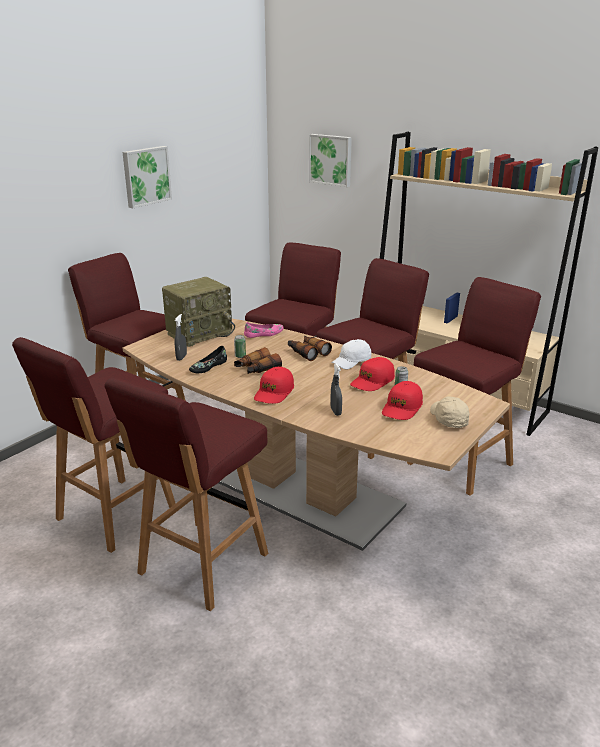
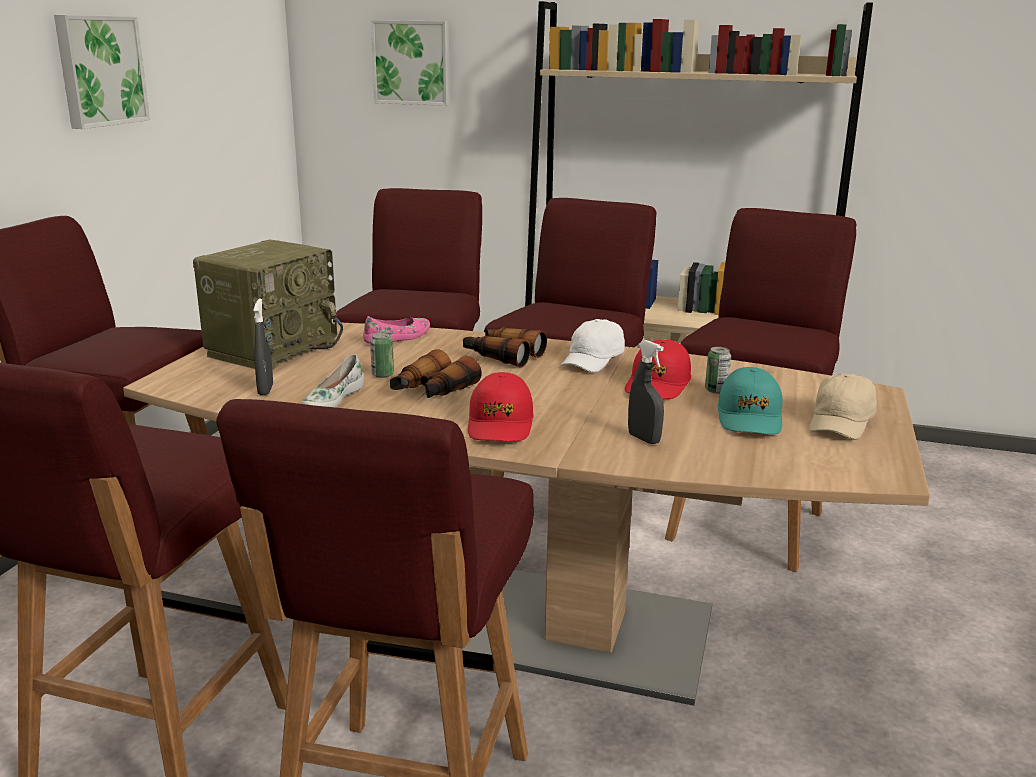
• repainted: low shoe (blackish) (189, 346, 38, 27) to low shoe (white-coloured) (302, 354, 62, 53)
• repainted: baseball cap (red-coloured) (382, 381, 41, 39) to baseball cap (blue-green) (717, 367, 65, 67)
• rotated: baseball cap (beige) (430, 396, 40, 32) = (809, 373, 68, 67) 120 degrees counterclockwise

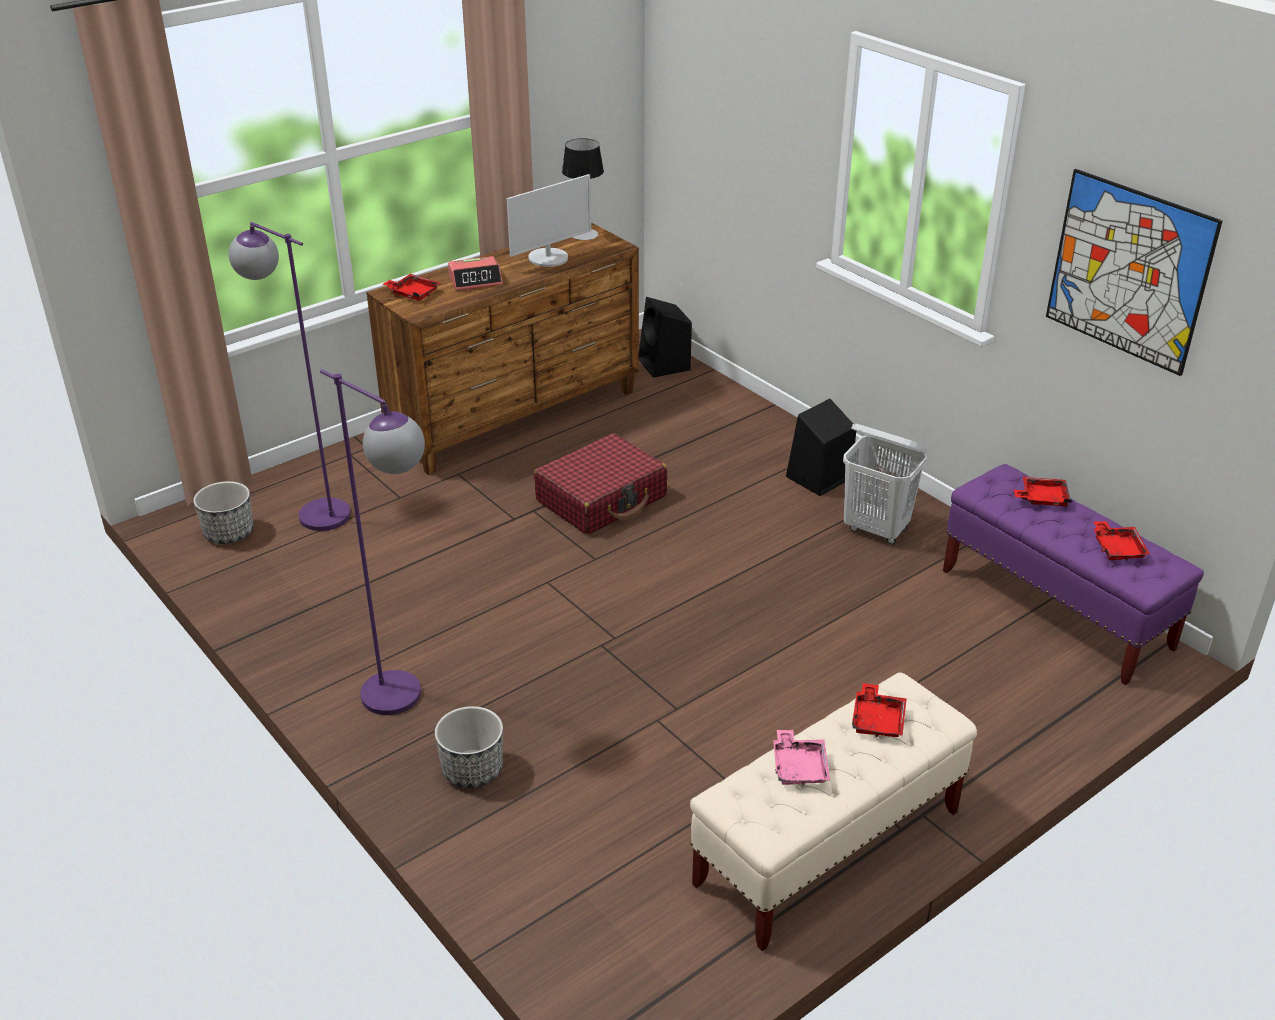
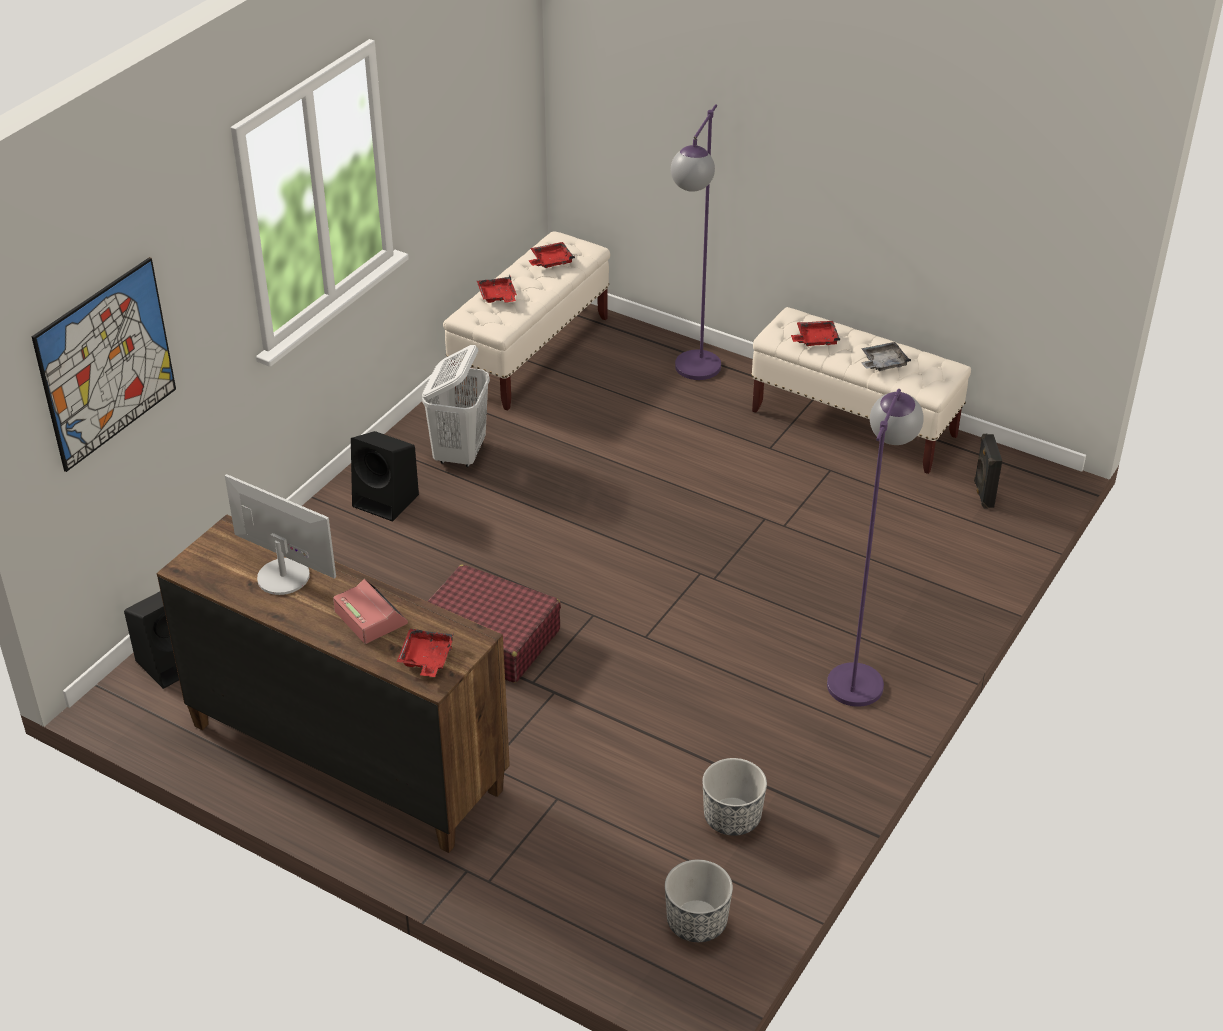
• shifted: wall art (1046, 169, 177, 207) to (32, 257, 144, 215)
• repainted: long seat (purple-coloured) (943, 464, 261, 221) to long seat (beige) (443, 231, 167, 180)
• shifted: standard lamp (purple-coloured) (229, 222, 122, 309) to (671, 104, 50, 276)
• shifted: flower pot (435, 706, 68, 82) to (702, 758, 65, 78)
• repainted: carrying tray (pink) (773, 730, 57, 56) to carrying tray (gray) (861, 342, 50, 29)
• new: speaker (blackish) (974, 434, 28, 75)
• gone: table lamp (562, 138, 42, 102)

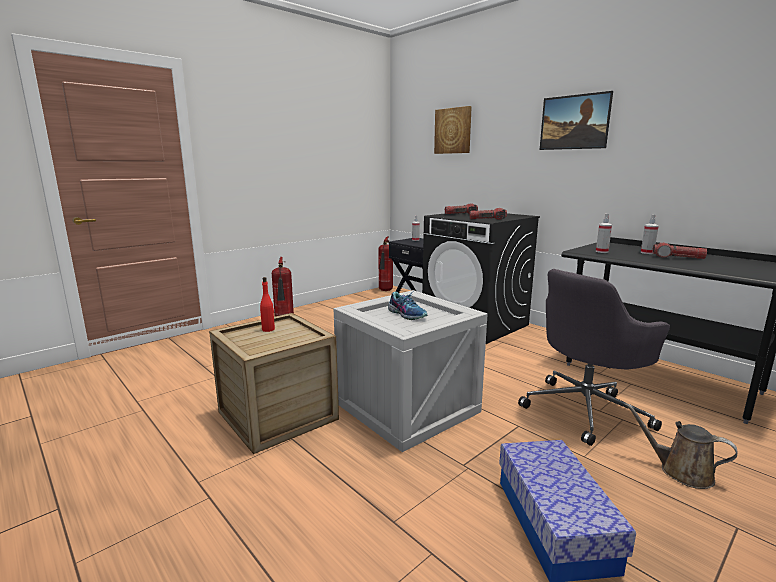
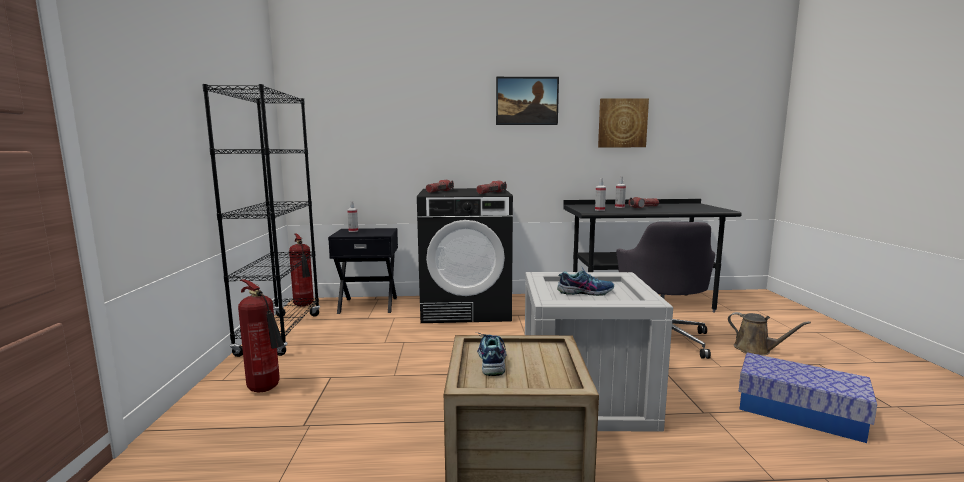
• new: bookcase (blackish) (202, 84, 118, 273)
• swapped: beverage bottle (red-coloured) (260, 277, 15, 55) to low shoe (476, 332, 30, 44)
• shifted: wall art (434, 106, 38, 48) to (598, 98, 51, 50)
• rotated: watering pot (brownish) (624, 403, 113, 86) = (728, 312, 83, 44) 120 degrees counterclockwise

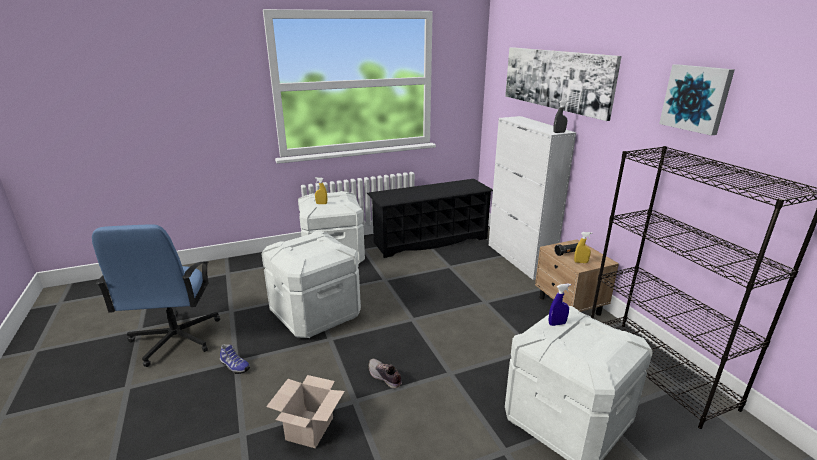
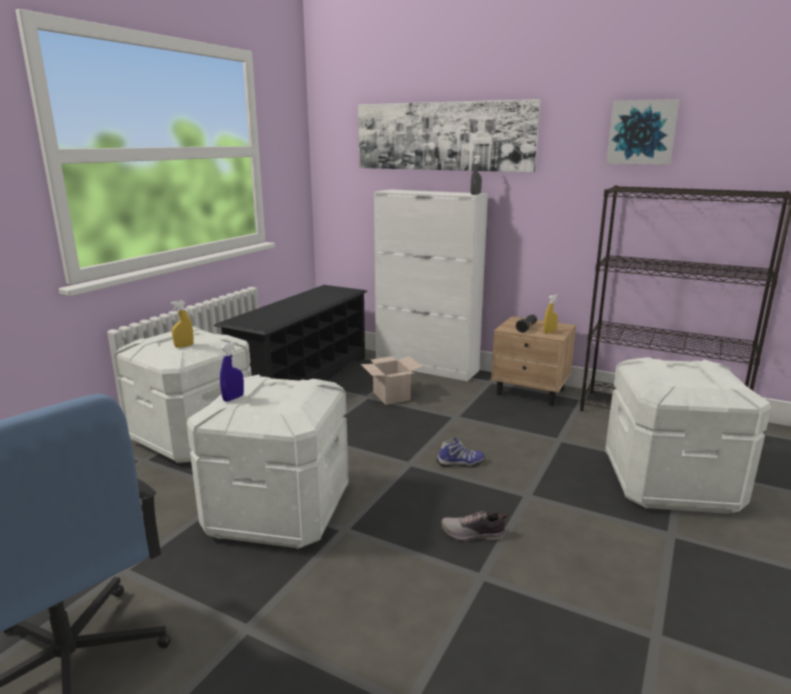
• shifted: spray bottle (blue) (549, 284, 22, 42) to (220, 341, 24, 61)
• shifted: cardboard box (266, 375, 79, 74) to (361, 356, 61, 49)
• shifted: low shoe (220, 345, 30, 29) to (437, 437, 48, 30)

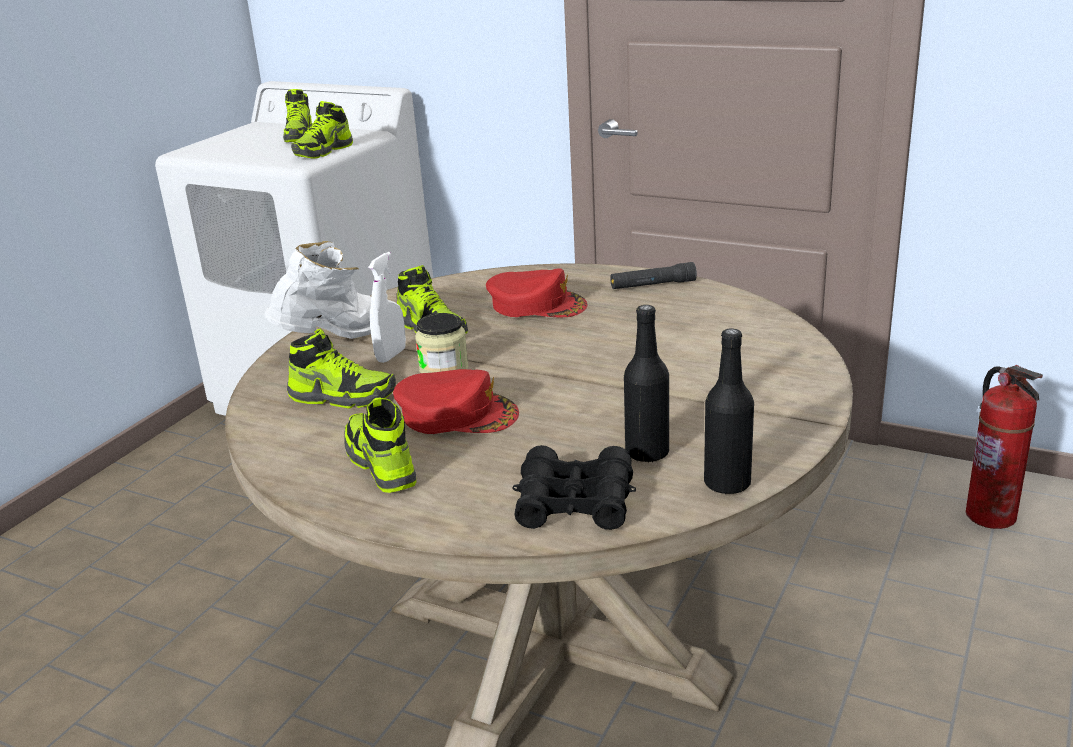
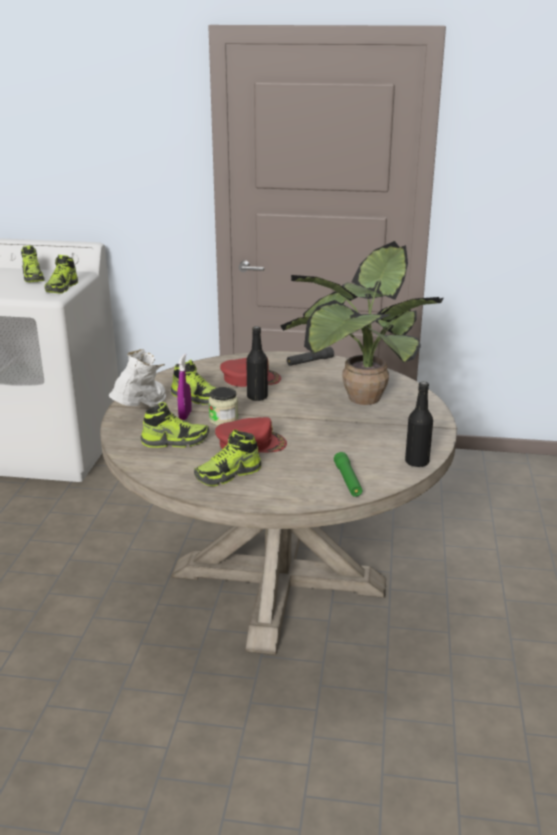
• repainted: spray bottle (white-coloured) (368, 252, 38, 111) to spray bottle (purple-coloured) (177, 353, 15, 67)
• rotated: low shoe (344, 397, 73, 96) = (194, 430, 67, 56) 75 degrees counterclockwise
• shifted: beverage bottle (blackish) (624, 305, 45, 158) to (246, 326, 22, 75)
• new: houseplant (280, 241, 163, 164)
• swapped: pair of binoculars (blackish) (512, 445, 124, 85) to torch (greenish) (334, 452, 28, 45)
• gone: fire-fighting cylinder (966, 365, 77, 164)

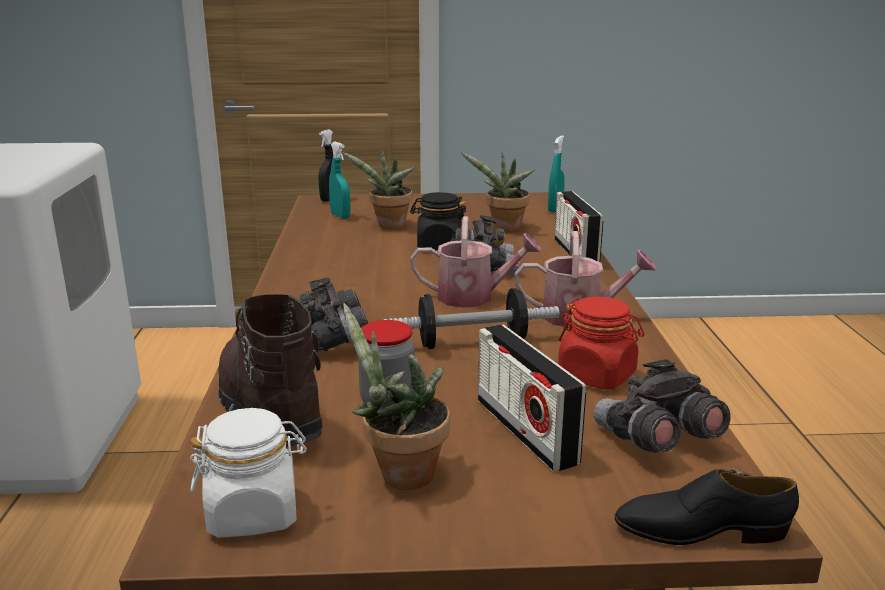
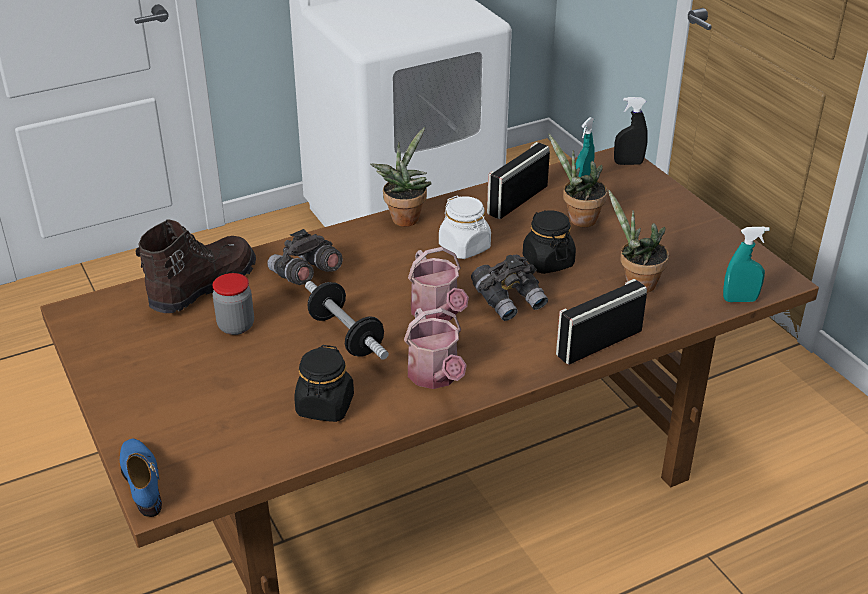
• repainted: low shoe (blackish) (615, 468, 184, 77) to low shoe (blue) (120, 439, 42, 78)
• repainted: jar (red-coloured) (558, 297, 86, 92) to jar (blackish) (294, 345, 60, 77)
• shifted: houseplant (343, 303, 107, 187) to (370, 127, 61, 100)
• shifted: jar (white-coloured) (190, 408, 117, 130) to (439, 196, 52, 63)
• shifted: radio (478, 324, 108, 148) to (487, 142, 63, 77)
• gone: pair of binoculars (gray) (594, 359, 136, 93)

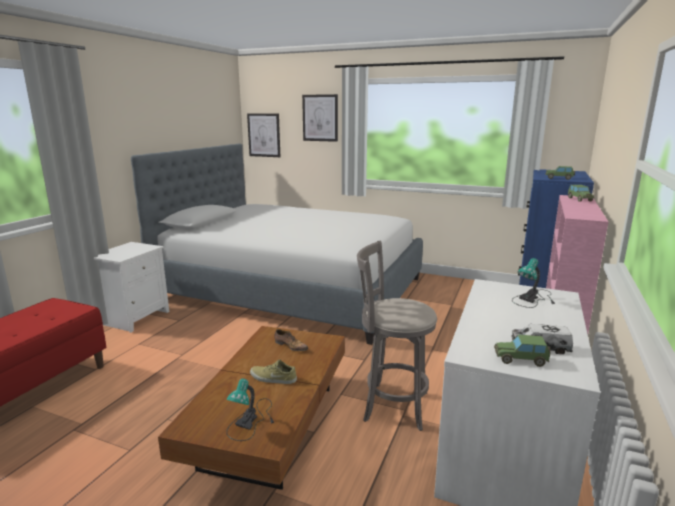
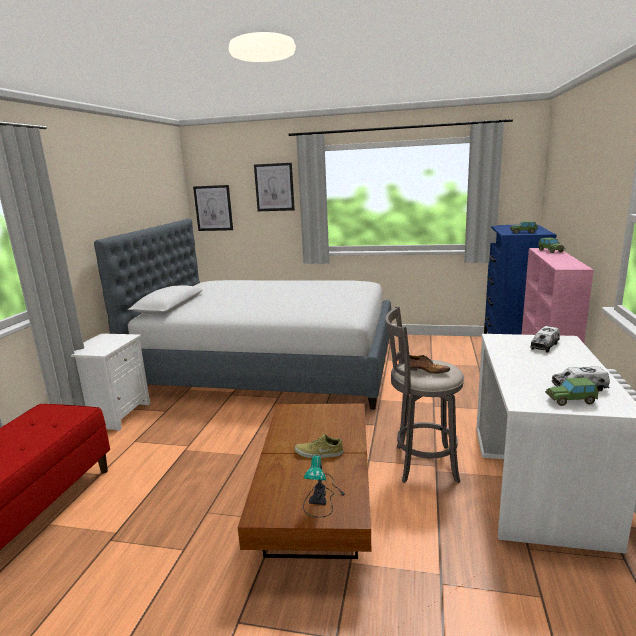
• shifted: low shoe (274, 329, 34, 22) to (409, 355, 41, 19)
• swapped: table lamp (512, 258, 42, 50) to model truck (530, 326, 30, 27)

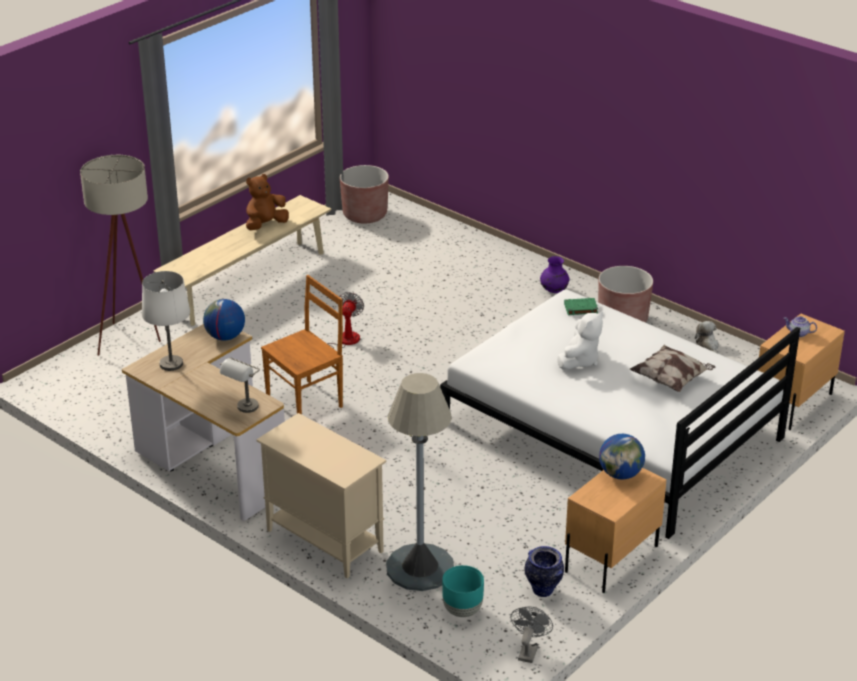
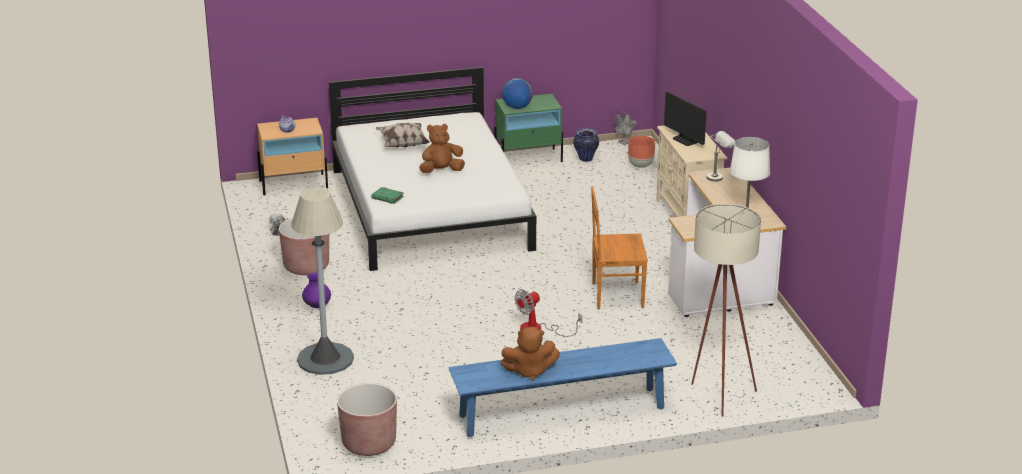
• shifted: standard lamp (gray) (386, 373, 68, 218) to (291, 188, 63, 187)
• repainted: plush toy (white-coloured) (557, 311, 46, 59) to plush toy (brownish) (419, 124, 46, 49)
• repainted: long seat (beige) (153, 195, 178, 131) to long seat (blue) (448, 338, 229, 99)
• repainted: night table (beige) (565, 468, 102, 125) to night table (greenish) (494, 94, 69, 68)
• repainted: flower pot (blue-green) (442, 565, 42, 52) to flower pot (brownish) (628, 136, 27, 32)
• new: monitor (664, 91, 43, 55)
• gone: world globe (203, 299, 42, 42)

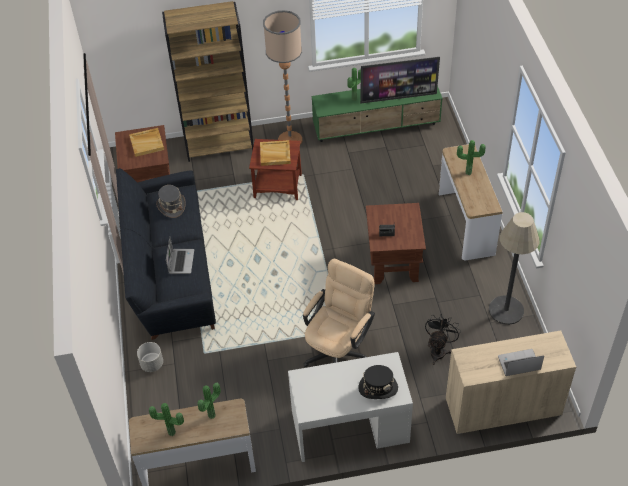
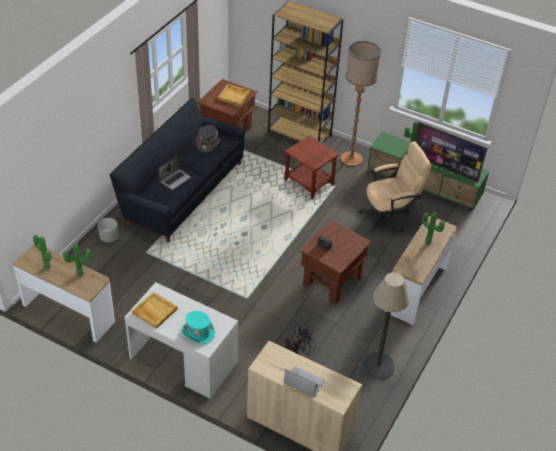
• shifted: carrying tray (beige) (260, 140, 31, 26) to (132, 292, 46, 37)
• repainted: hat (blackish) (358, 365, 40, 34) to hat (blue-green) (182, 311, 33, 33)
• shifted: desk chair (beige) (303, 258, 72, 109) to (359, 141, 72, 92)

